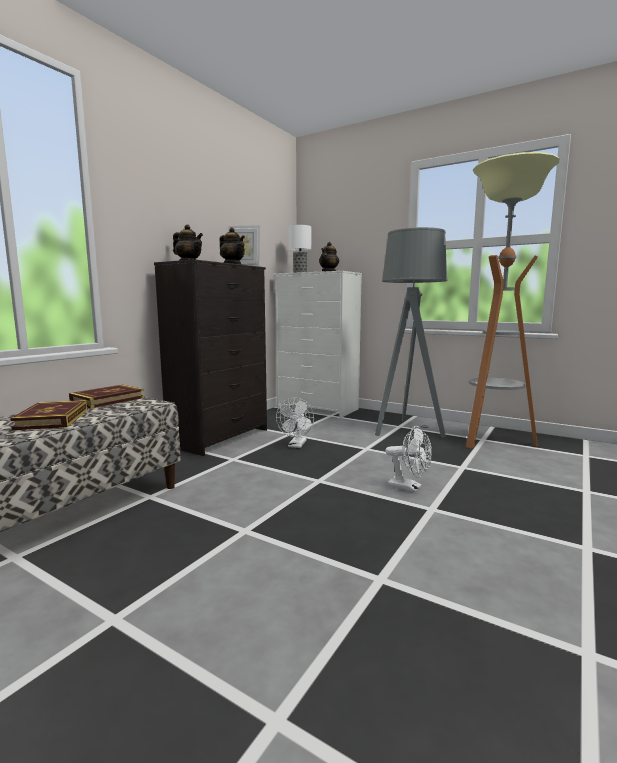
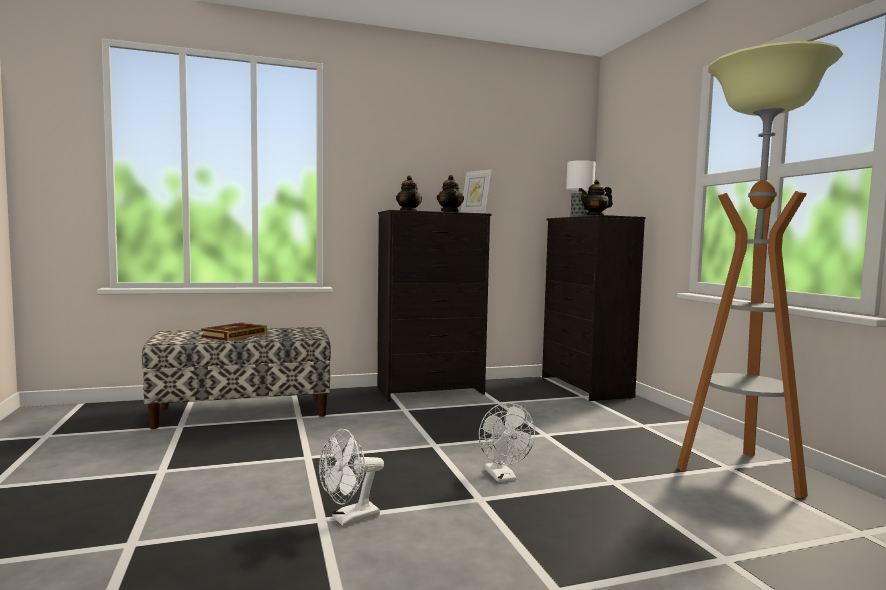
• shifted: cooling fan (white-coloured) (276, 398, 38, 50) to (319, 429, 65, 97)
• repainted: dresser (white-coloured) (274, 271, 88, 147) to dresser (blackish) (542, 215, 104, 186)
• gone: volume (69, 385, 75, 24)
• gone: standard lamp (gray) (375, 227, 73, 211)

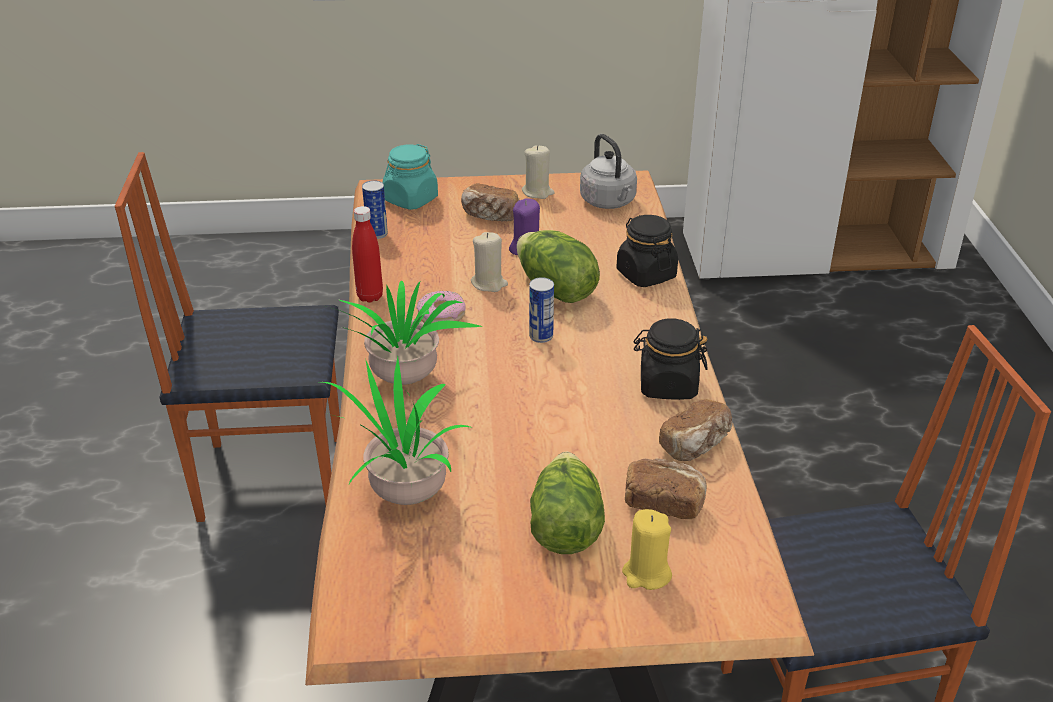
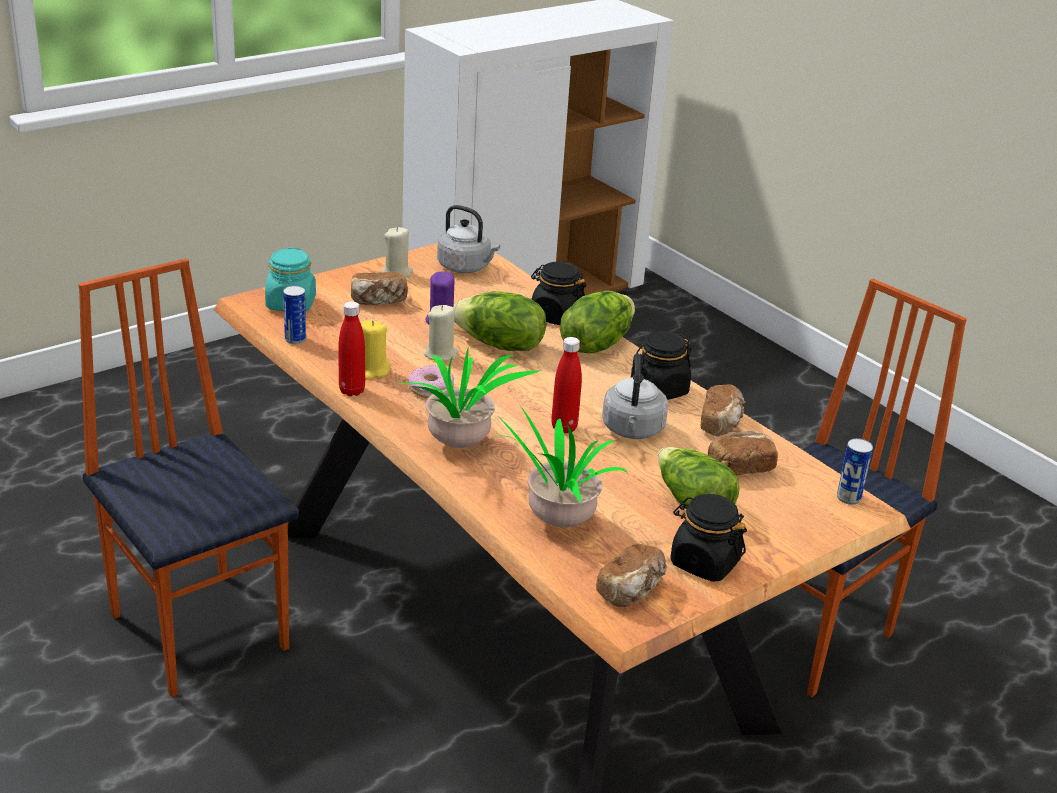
• rotated: upright chair (115, 152, 225, 370) = (78, 258, 221, 439) 90 degrees clockwise
• shifted: wax light (yellow) (622, 509, 50, 81) to (361, 320, 30, 60)
• new: beverage bottle (red-coloured) (551, 337, 31, 96)
• new: lettuce (560, 290, 75, 63)
• new: bread (596, 544, 71, 63)
• new: tea kettle (gray) (602, 353, 66, 86)
• new: jar (blackish) (670, 494, 77, 88)
• shifted: can (529, 277, 25, 66) to (837, 438, 36, 67)

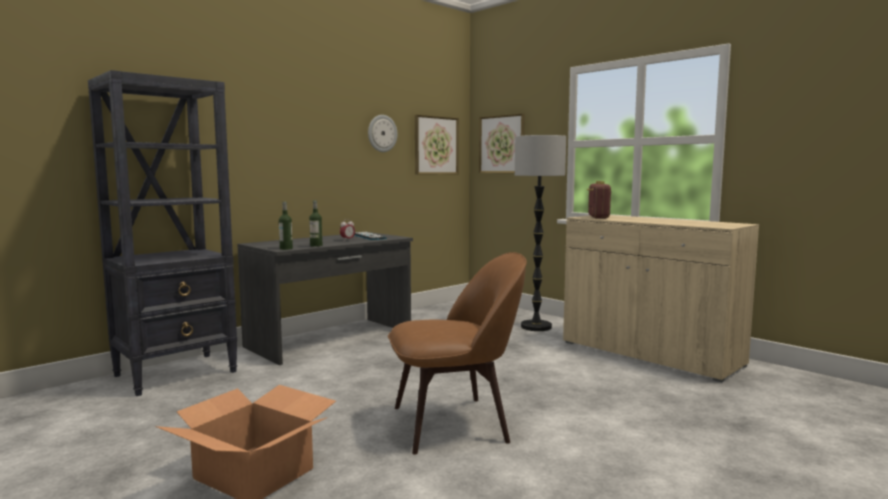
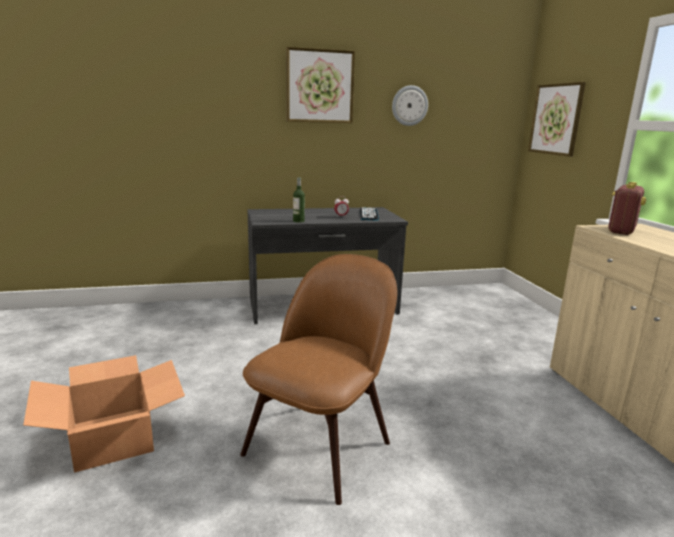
• rotated: upright chair (brownish) (388, 252, 139, 202) = (240, 254, 157, 251) 75 degrees counterclockwise
• shifted: wall art (415, 115, 44, 60) to (286, 47, 69, 76)
• gone: bookcase (blackish) (88, 70, 149, 326)
• gone: beverage bottle (279, 202, 14, 48)
• gone: standard lamp (515, 135, 51, 196)

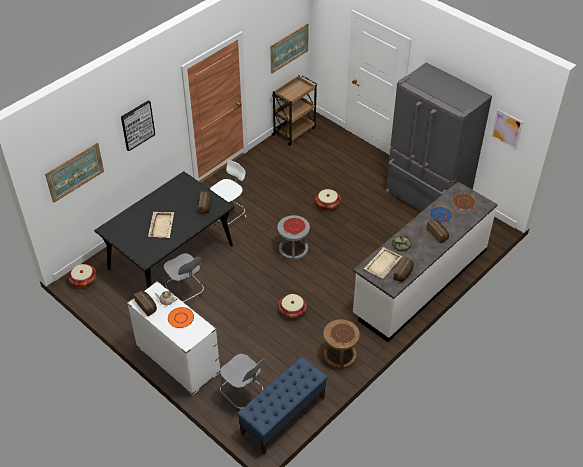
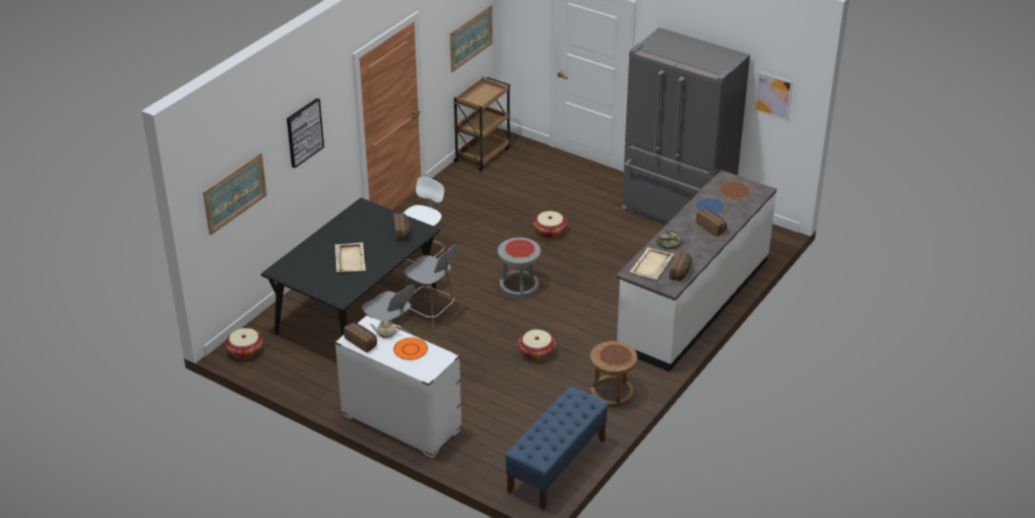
• shifted: upright chair (gray) (220, 354, 45, 55) to (403, 245, 54, 84)

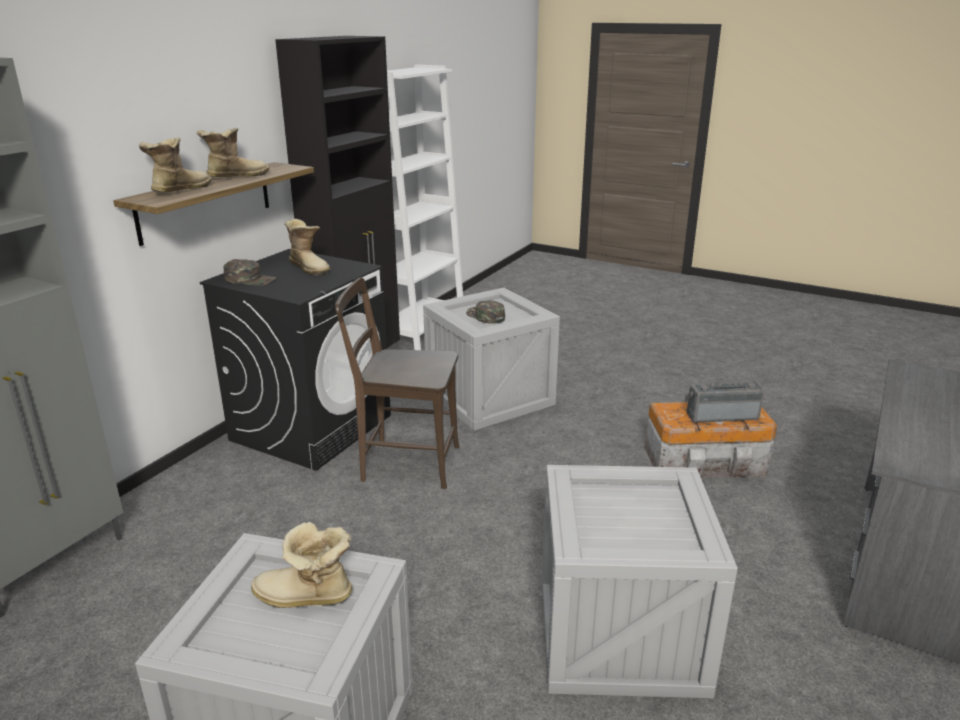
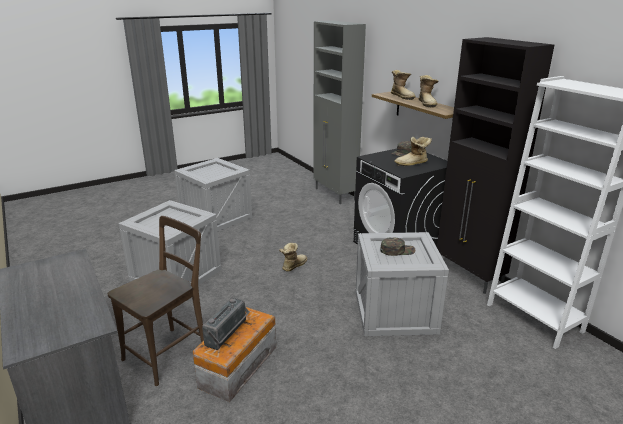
• shifted: upright chair (brownish) (335, 277, 125, 212) to (108, 216, 96, 170)
• shifted: tall boot (251, 522, 101, 86) to (279, 243, 28, 29)

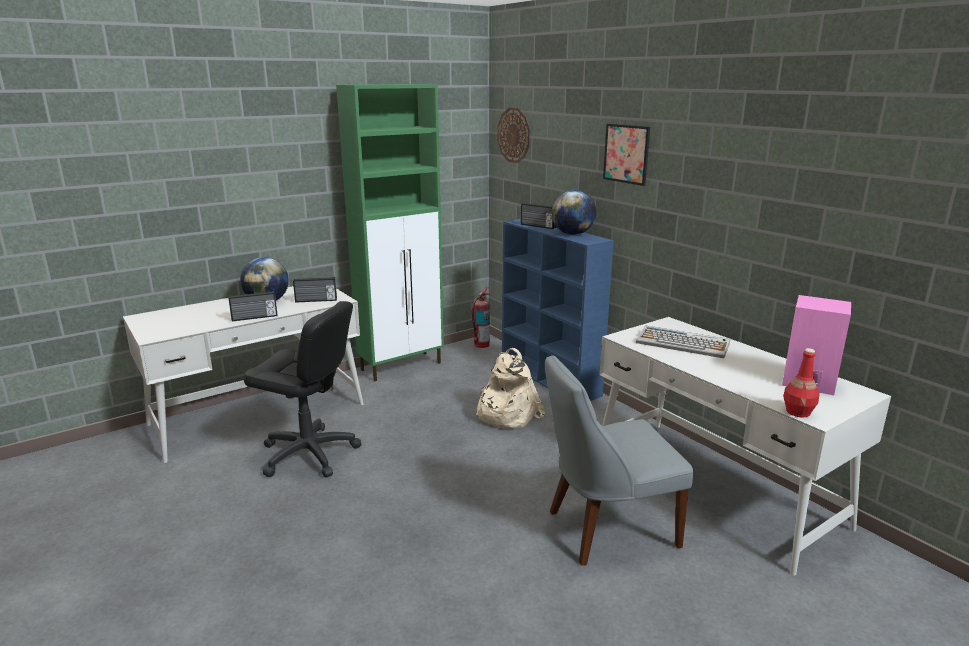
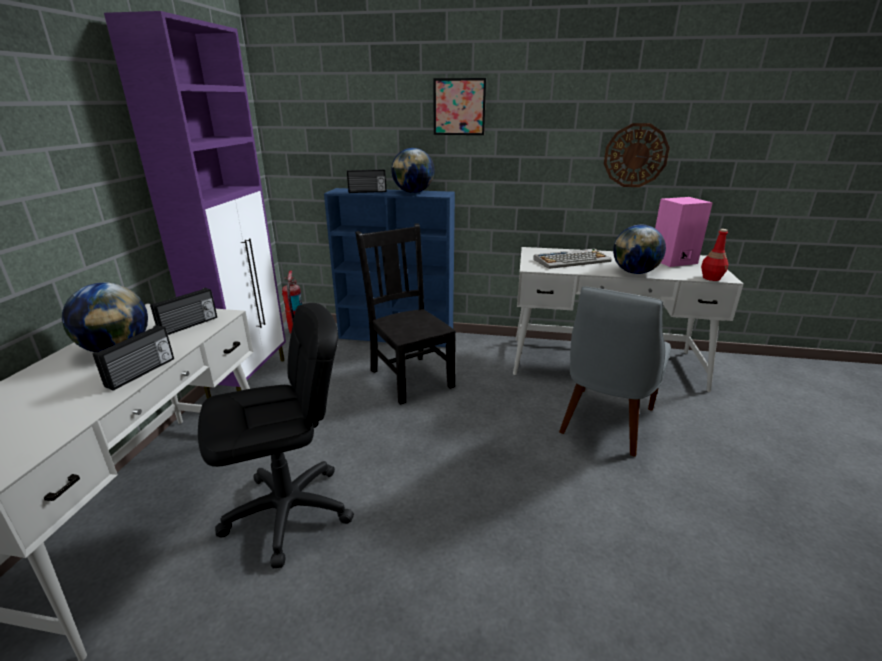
• repainted: storage cabinet (greenish) (336, 84, 108, 297) to storage cabinet (purple-coloured) (104, 11, 182, 387)
• swapped: backpack (beige) (476, 348, 69, 80) to upright chair (blackish) (355, 223, 101, 182)
• shifted: hanging clock (497, 108, 33, 55) to (604, 123, 66, 64)
• new: world globe (613, 225, 53, 49)

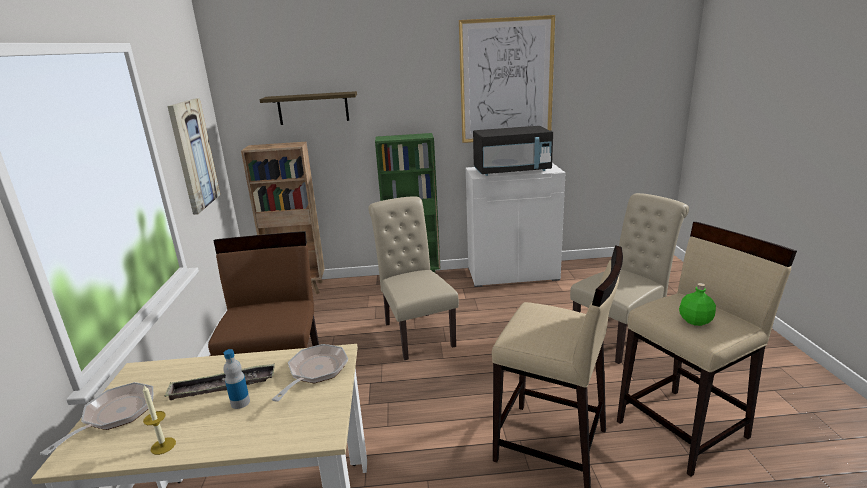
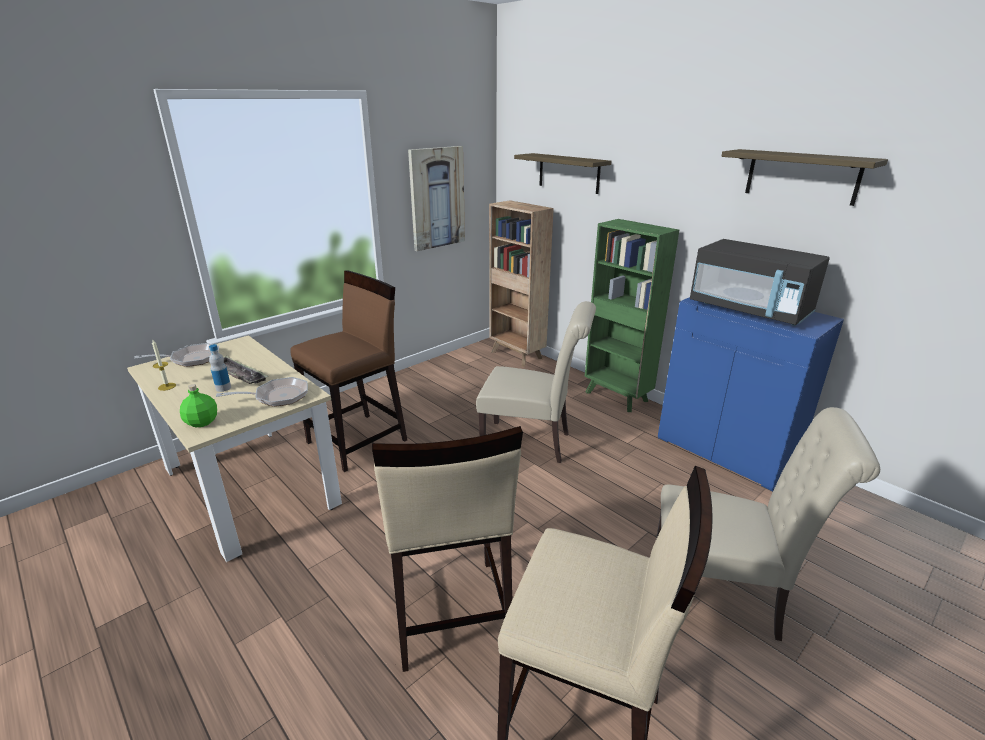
• shifted: beverage bottle (greenish) (679, 283, 37, 43) to (180, 384, 37, 43)
• rotated: upright chair (beige) (368, 197, 91, 163) = (476, 301, 120, 162) 75 degrees clockwise
• repainted: storage cabinet (white-coloured) (466, 163, 99, 124) to storage cabinet (blue) (658, 297, 186, 194)
• swapped: wall art (459, 15, 96, 128) to bracket shelf (721, 149, 167, 57)

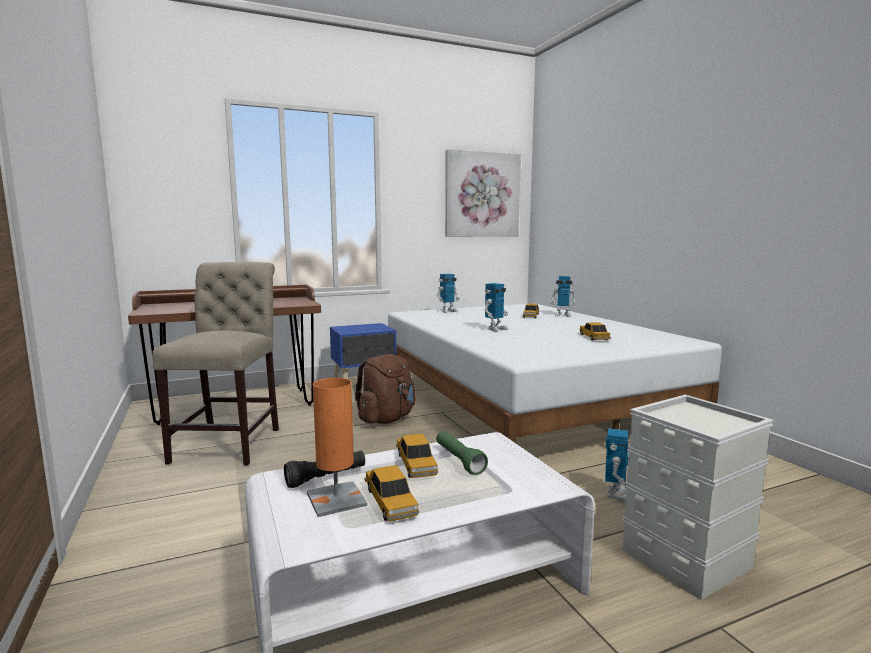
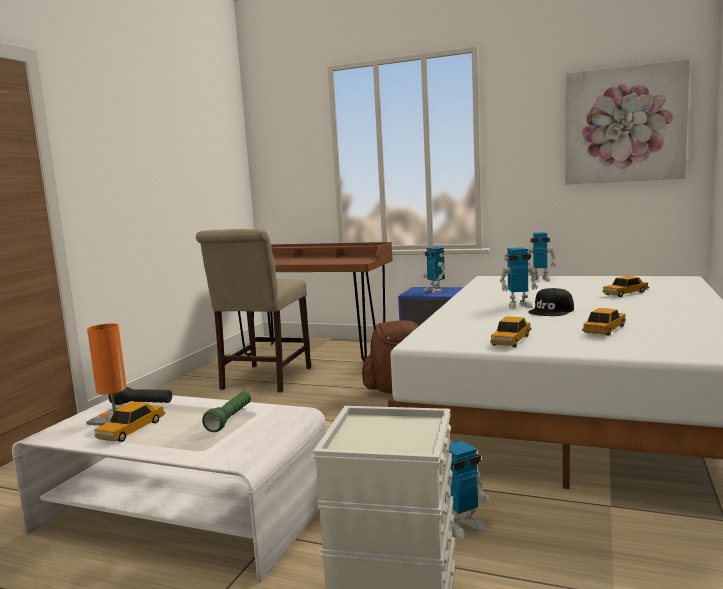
• rotated: upright chair (beige) (152, 262, 127, 204) = (196, 229, 115, 163) 150 degrees clockwise
• shifted: model robot (551, 276, 25, 41) to (423, 247, 22, 46)
• shifted: toy car (396, 434, 42, 44) to (490, 316, 42, 31)
• new: baseball cap (blackish) (528, 288, 46, 28)

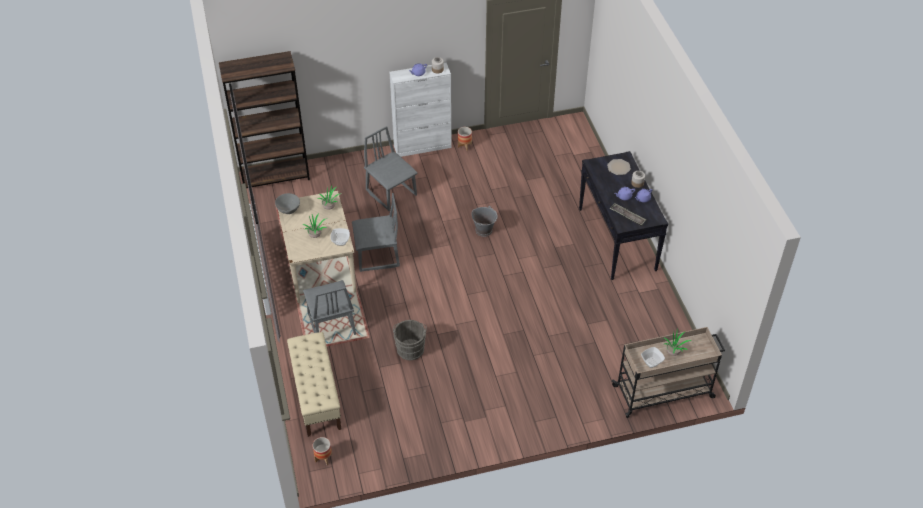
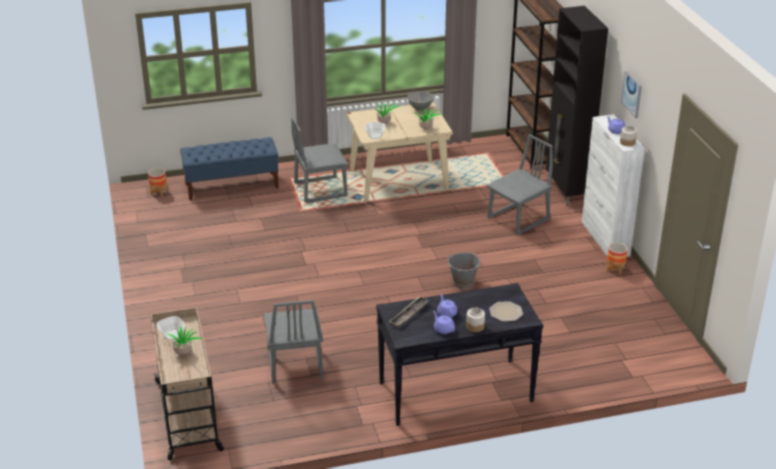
• repainted: long seat (beige) (287, 332, 55, 105) to long seat (blue) (180, 137, 99, 63)
• shifted: upright chair (gray) (352, 193, 48, 79) to (264, 300, 60, 84)
• new: storage cabinet (blackish) (546, 6, 62, 201)
• new: wall art (621, 71, 21, 47)
• gone: bucket (gray) (393, 320, 34, 40)

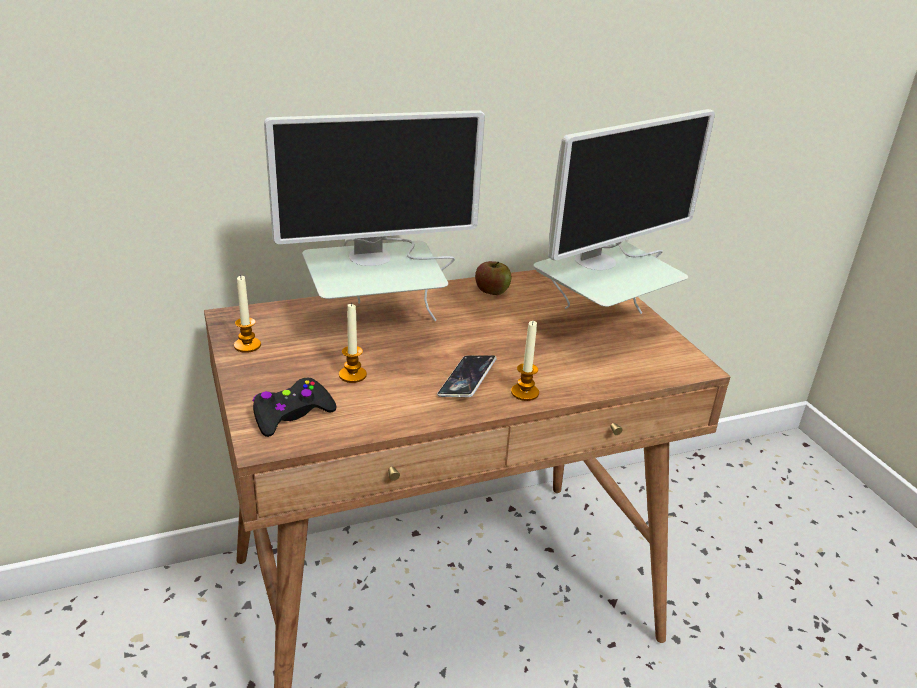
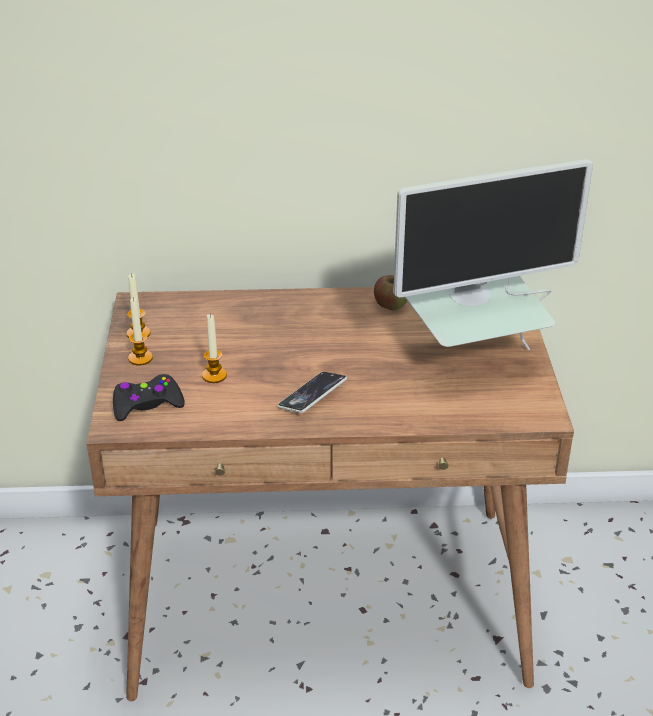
• shifted: wax light (511, 321, 28, 80) to (128, 297, 25, 69)
• gone: monitor (264, 110, 221, 211)

